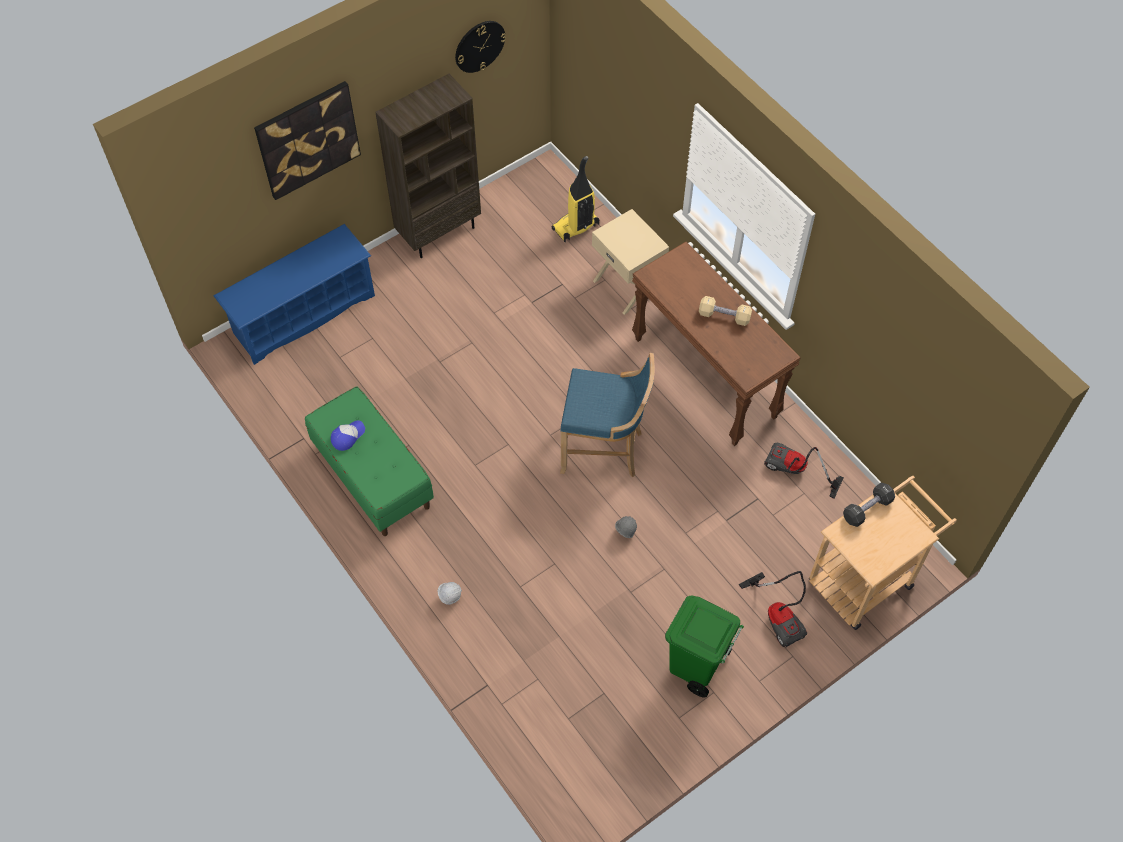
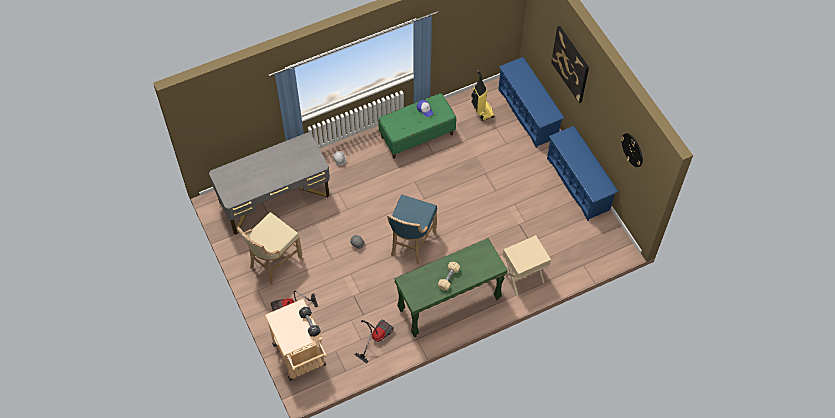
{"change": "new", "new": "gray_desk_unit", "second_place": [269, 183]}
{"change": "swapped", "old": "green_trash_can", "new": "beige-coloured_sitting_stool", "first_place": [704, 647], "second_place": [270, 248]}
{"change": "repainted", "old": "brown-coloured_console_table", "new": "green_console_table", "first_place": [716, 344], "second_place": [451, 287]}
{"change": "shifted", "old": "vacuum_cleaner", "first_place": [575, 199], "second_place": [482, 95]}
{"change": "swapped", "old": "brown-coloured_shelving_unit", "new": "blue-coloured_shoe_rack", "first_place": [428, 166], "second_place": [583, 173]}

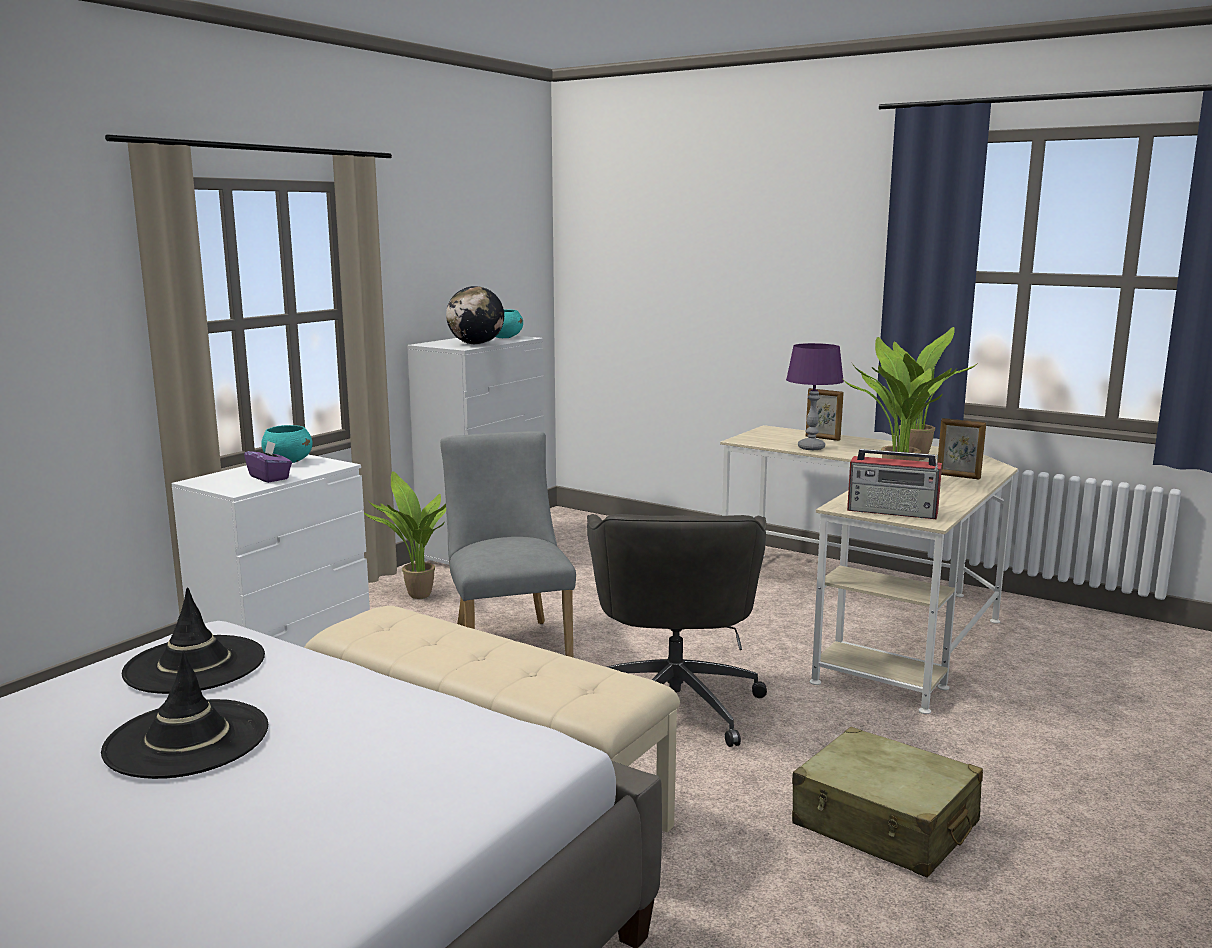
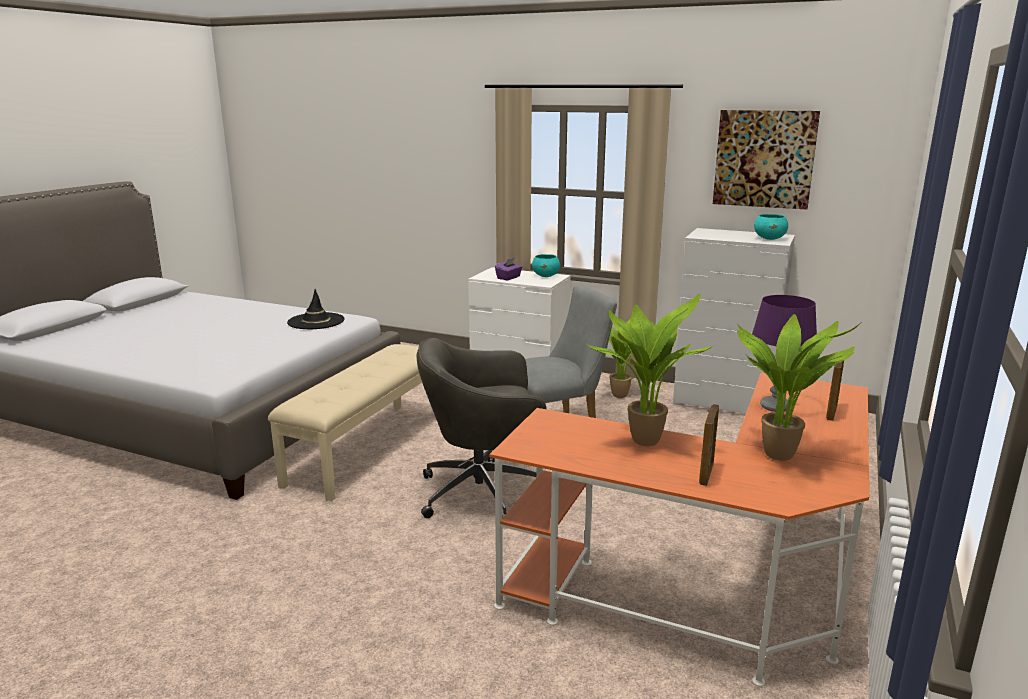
{"change": "repainted", "old": "beige-coloured_desk_unit", "new": "orange-coloured_desk_unit", "first_place": [869, 569], "second_place": [679, 529]}
{"change": "new", "new": "picture", "second_place": [766, 160]}
{"change": "gone", "old": "black-coloured_hat", "first_place": [184, 715]}
{"change": "gone", "old": "desk_globe", "first_place": [475, 315]}
{"change": "gone", "old": "beige-coloured_piece_of_luggage", "first_place": [887, 802]}
{"change": "gone", "old": "radio_receiver", "first_place": [894, 484]}

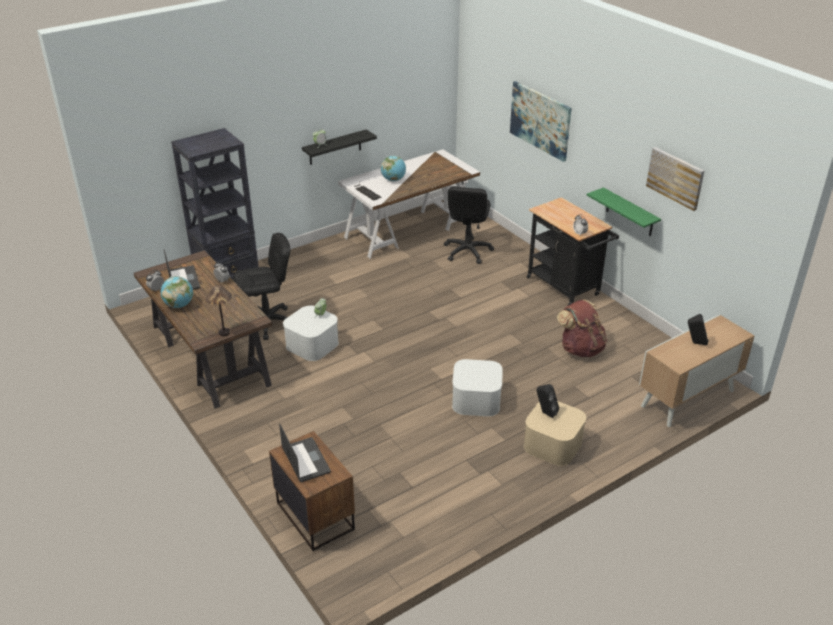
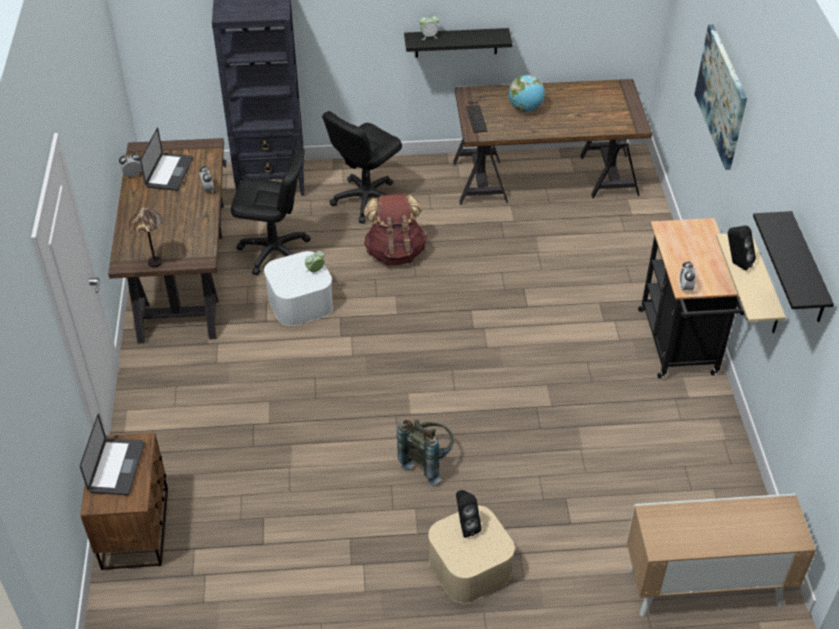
{"change": "shifted", "old": "black-coloured_desk_chair", "first_place": [469, 225], "second_place": [362, 167]}
{"change": "shifted", "old": "brown-coloured_knapsack", "first_place": [582, 328], "second_place": [395, 229]}
{"change": "swapped", "old": "white-coloured_storage_bin", "new": "gray_knapsack", "first_place": [477, 387], "second_place": [425, 452]}
{"change": "repainted", "old": "white-coloured_desk_unit", "new": "brown-coloured_desk_unit", "first_place": [409, 204], "second_place": [552, 142]}
{"change": "repainted", "old": "green_shelf", "new": "beige-coloured_shelf", "first_place": [624, 211], "second_place": [751, 283]}
{"change": "shifted", "old": "black-coloured_speaker", "first_place": [698, 329], "second_place": [742, 248]}
{"change": "swapped", "old": "picture", "new": "black-coloured_shelf", "first_place": [675, 179], "second_place": [793, 266]}
{"change": "gone", "old": "desk_globe", "first_place": [177, 292]}

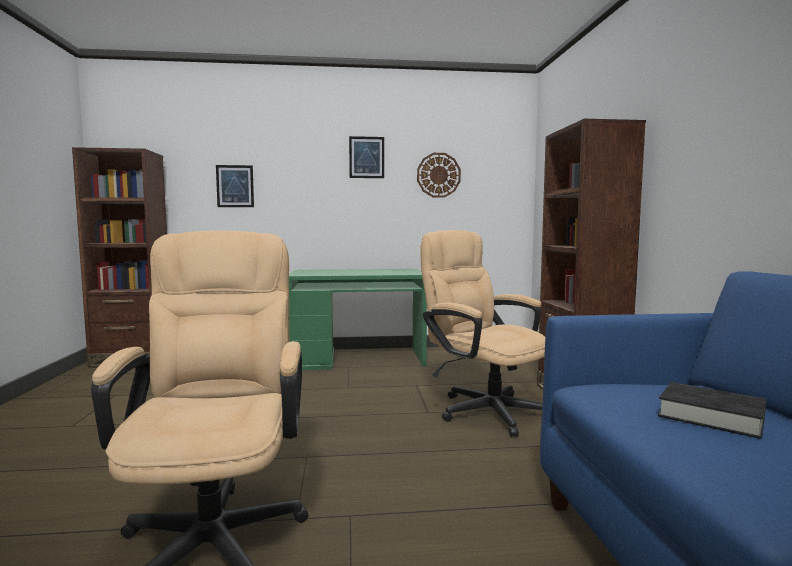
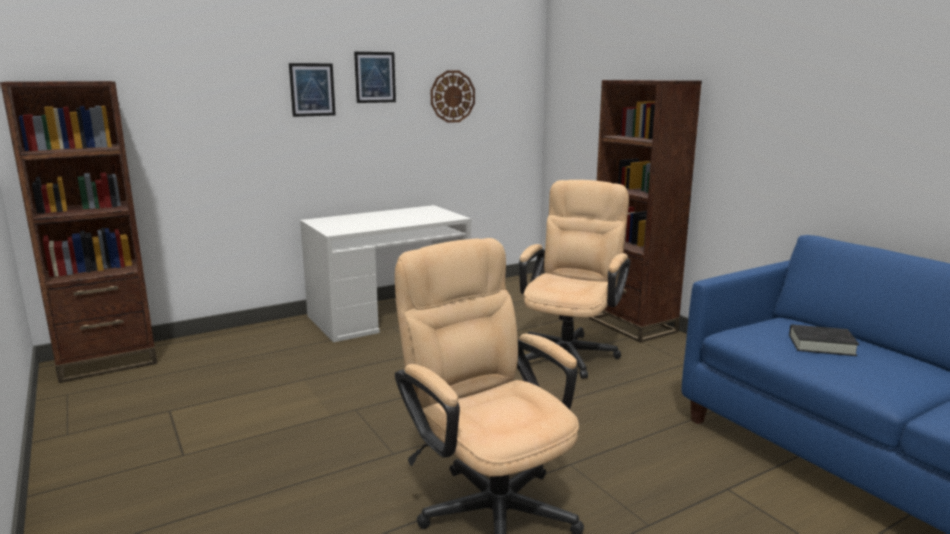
{"change": "shifted", "old": "picture", "first_place": [235, 186], "second_place": [312, 90]}
{"change": "repainted", "old": "green_desk_unit", "new": "white-coloured_desk_unit", "first_place": [358, 319], "second_place": [385, 273]}
{"change": "rotated", "old": "beige-coloured_desk_chair", "first_place": [482, 333], "second_place": [575, 279], "degrees": 90}

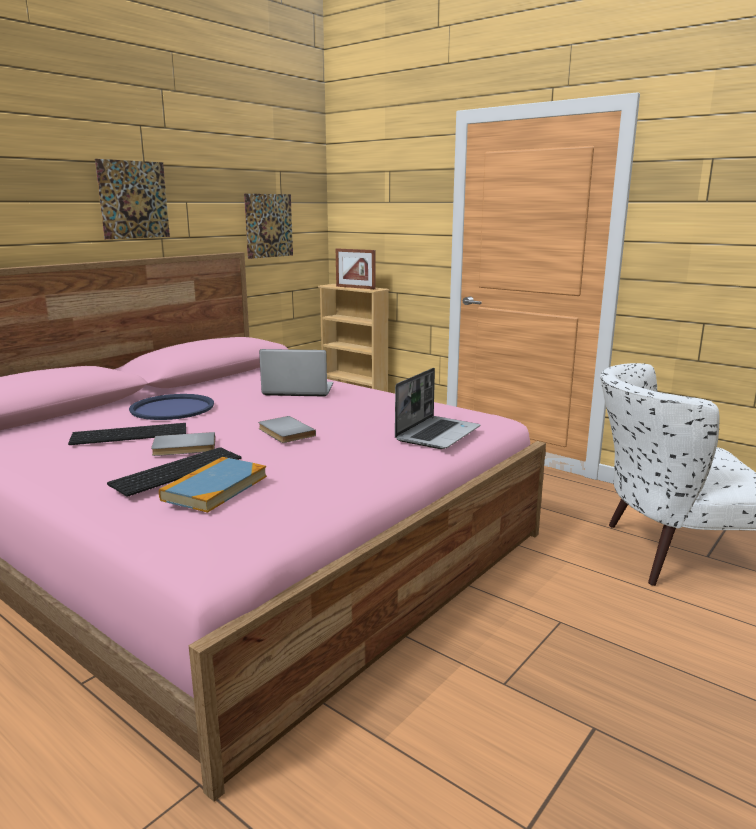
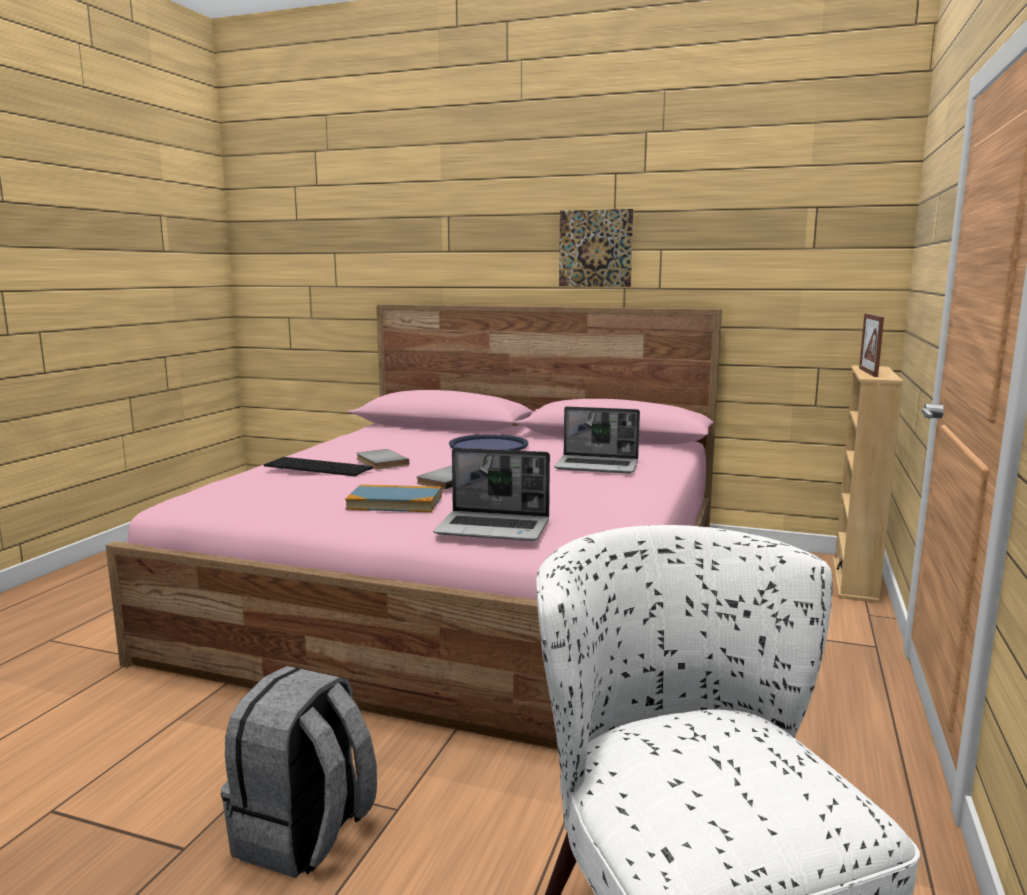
{"change": "new", "new": "gray_knapsack", "second_place": [299, 772]}
{"change": "shifted", "old": "book", "first_place": [213, 485], "second_place": [393, 498]}
{"change": "rotated", "old": "notebook_computer", "first_place": [296, 372], "second_place": [597, 440], "degrees": 120}
{"change": "gone", "old": "PC_keyboard", "first_place": [127, 434]}
{"change": "gone", "old": "picture", "first_place": [268, 226]}

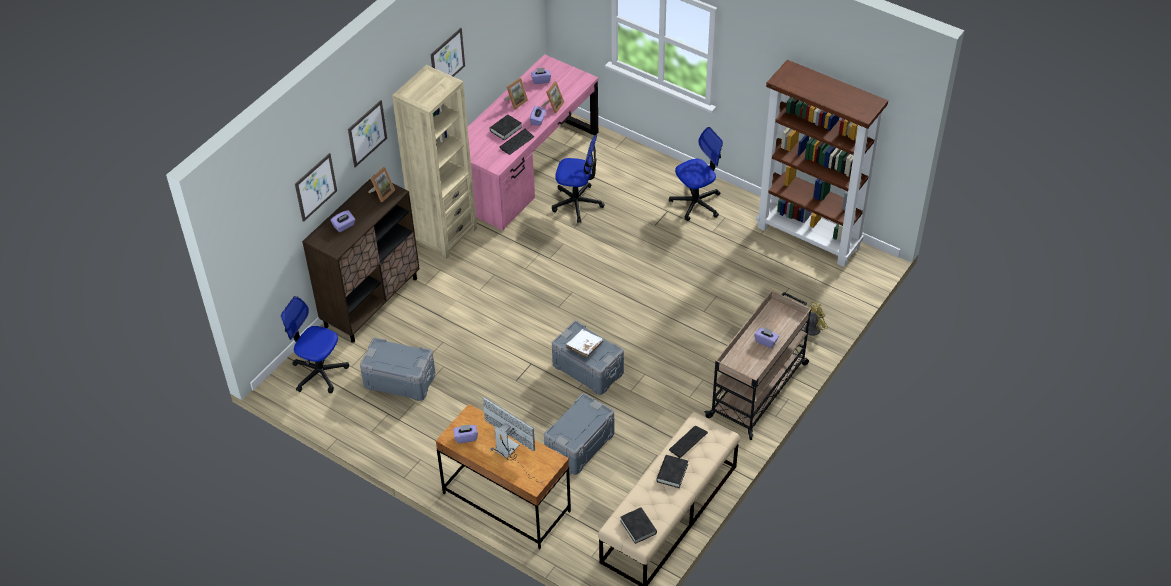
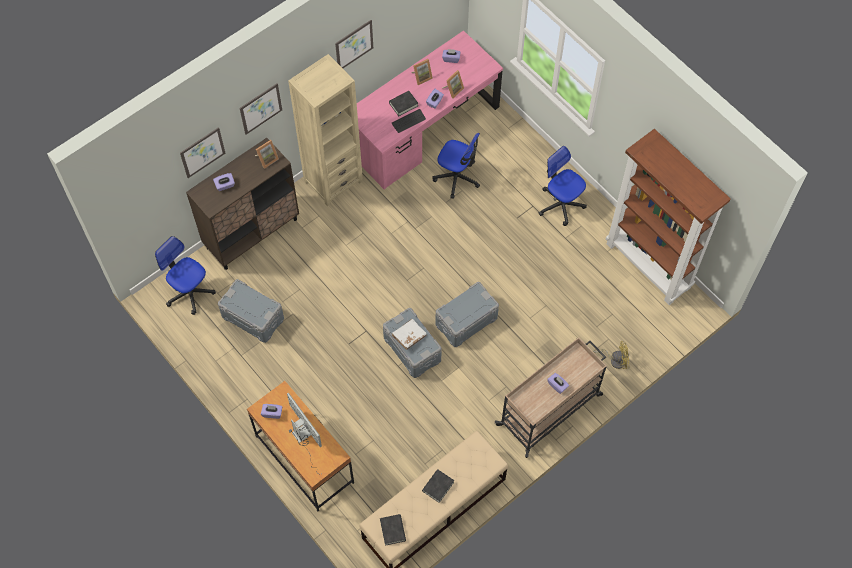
{"change": "shifted", "old": "gray_storage_bin", "first_place": [579, 434], "second_place": [467, 314]}
{"change": "rotated", "old": "desk_chair", "first_place": [696, 174], "second_place": [563, 186], "degrees": -120}
{"change": "gone", "old": "PC_keyboard", "first_place": [688, 442]}

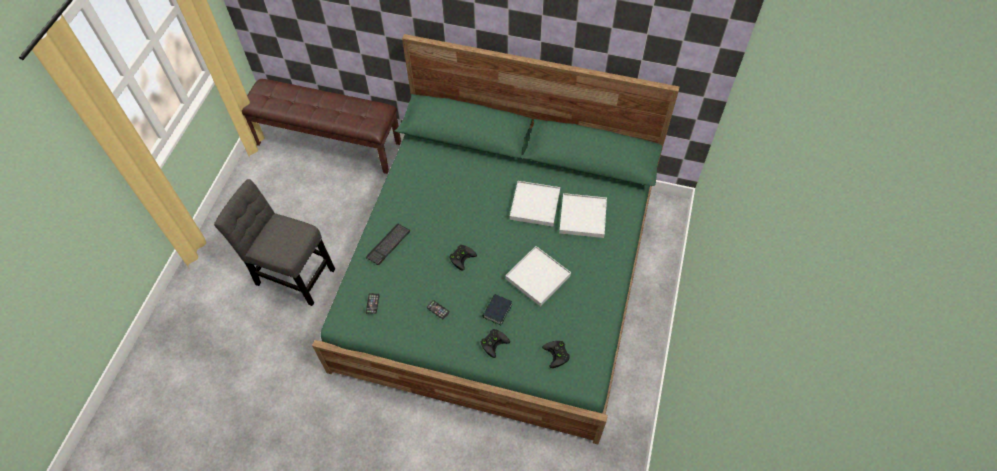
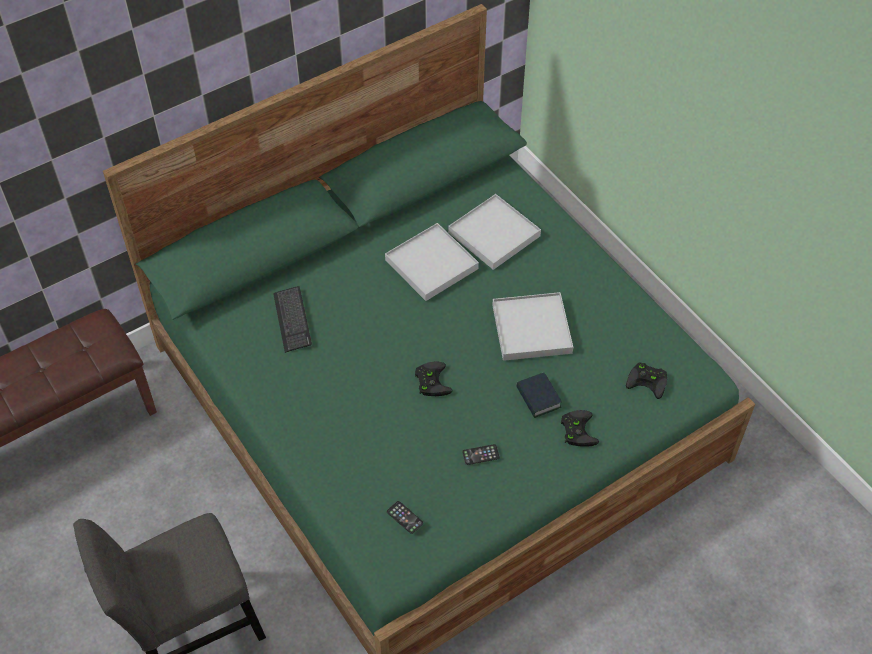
{"change": "shifted", "old": "PC_keyboard", "first_place": [387, 244], "second_place": [292, 319]}

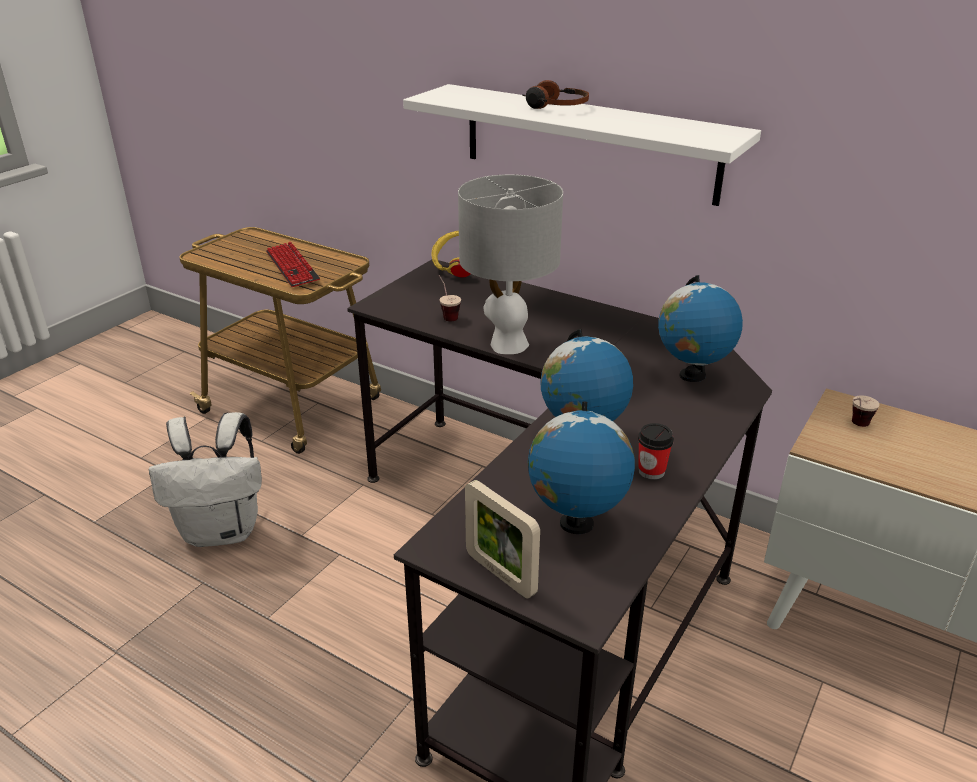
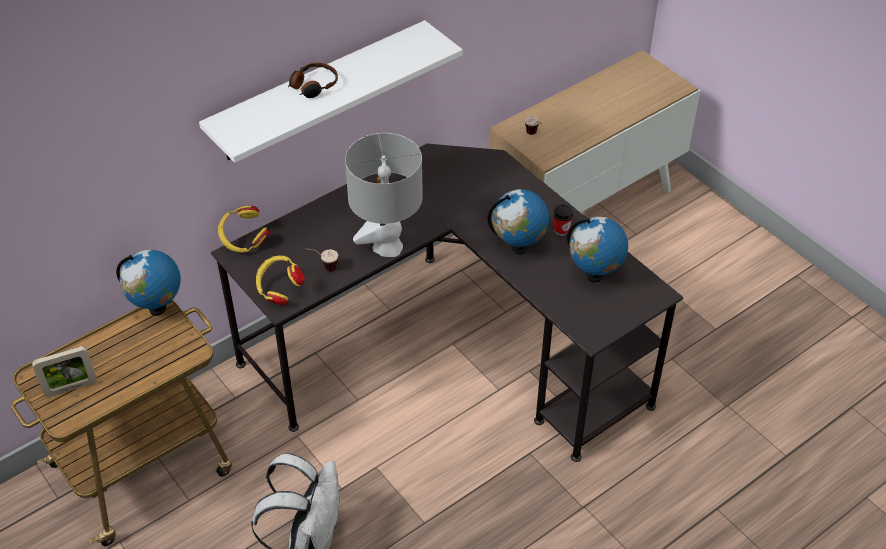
{"change": "shifted", "old": "picture_frame", "first_place": [502, 539], "second_place": [64, 371]}
{"change": "shifted", "old": "desk_globe", "first_place": [700, 328], "second_place": [148, 283]}
{"change": "new", "new": "yellow-coloured_headphones", "second_place": [280, 281]}
{"change": "gone", "old": "PC_keyboard", "first_place": [293, 264]}

